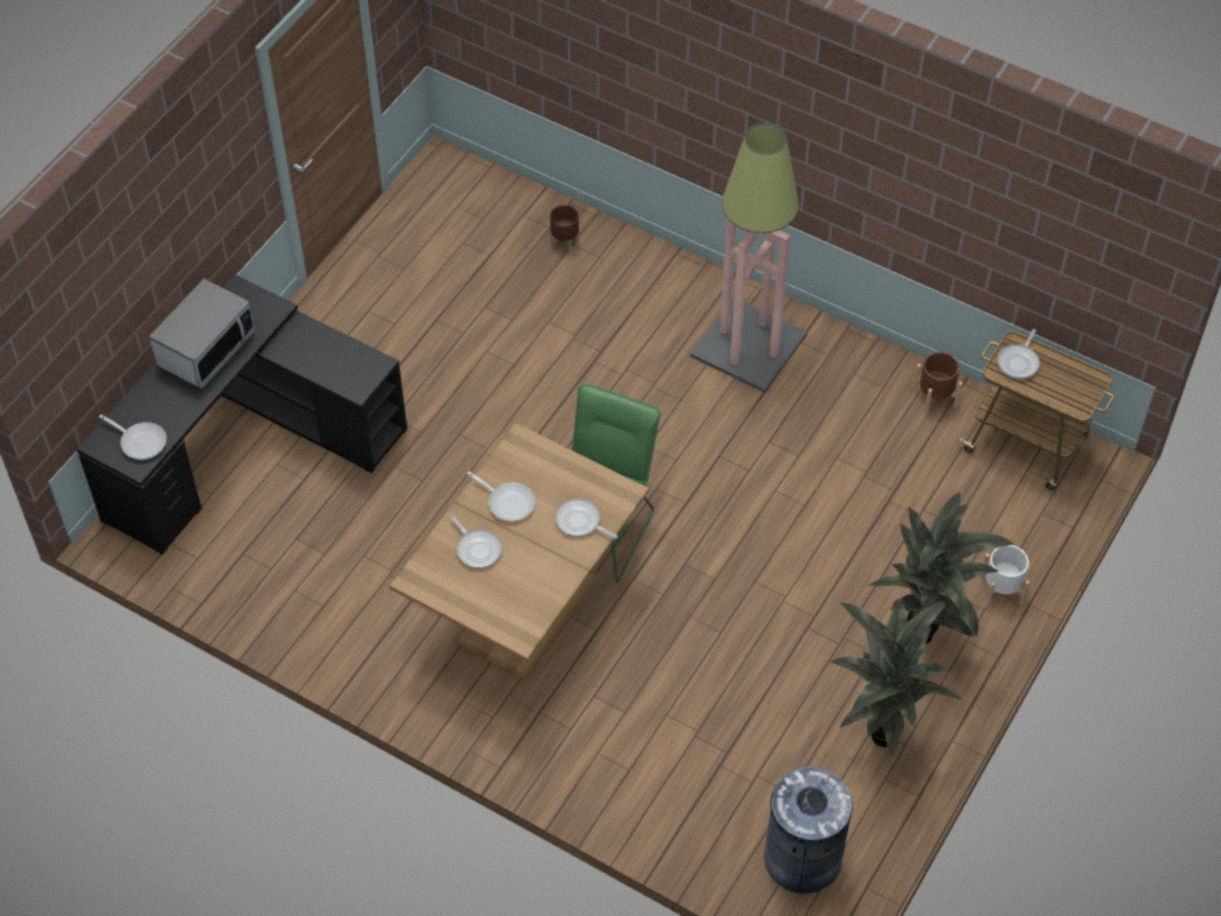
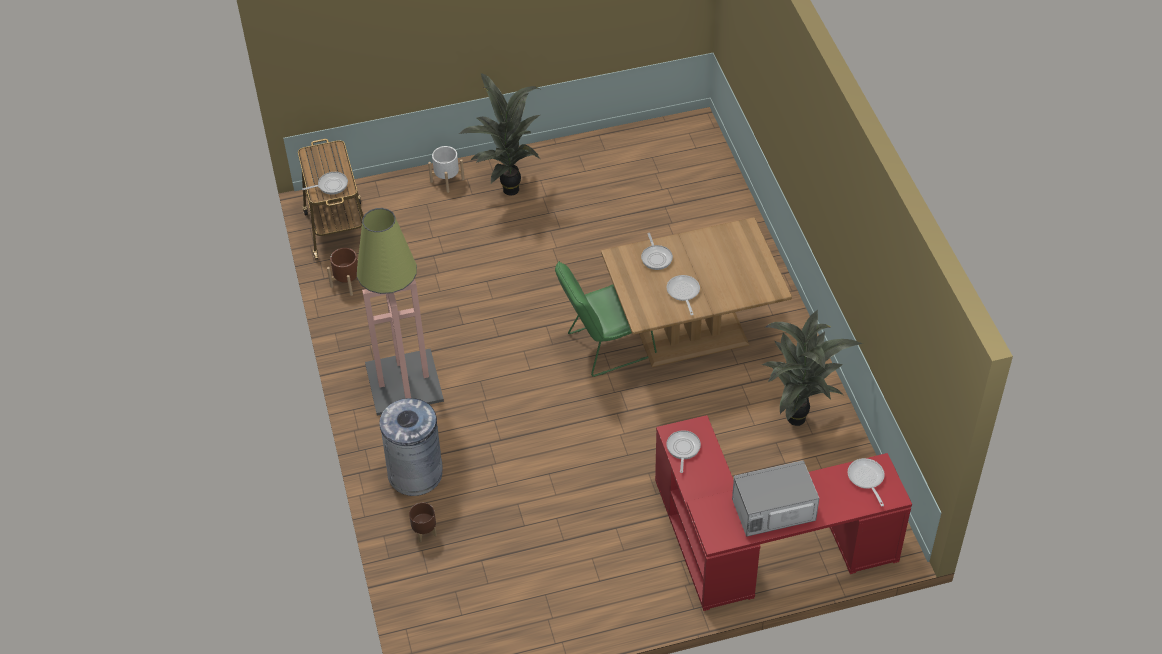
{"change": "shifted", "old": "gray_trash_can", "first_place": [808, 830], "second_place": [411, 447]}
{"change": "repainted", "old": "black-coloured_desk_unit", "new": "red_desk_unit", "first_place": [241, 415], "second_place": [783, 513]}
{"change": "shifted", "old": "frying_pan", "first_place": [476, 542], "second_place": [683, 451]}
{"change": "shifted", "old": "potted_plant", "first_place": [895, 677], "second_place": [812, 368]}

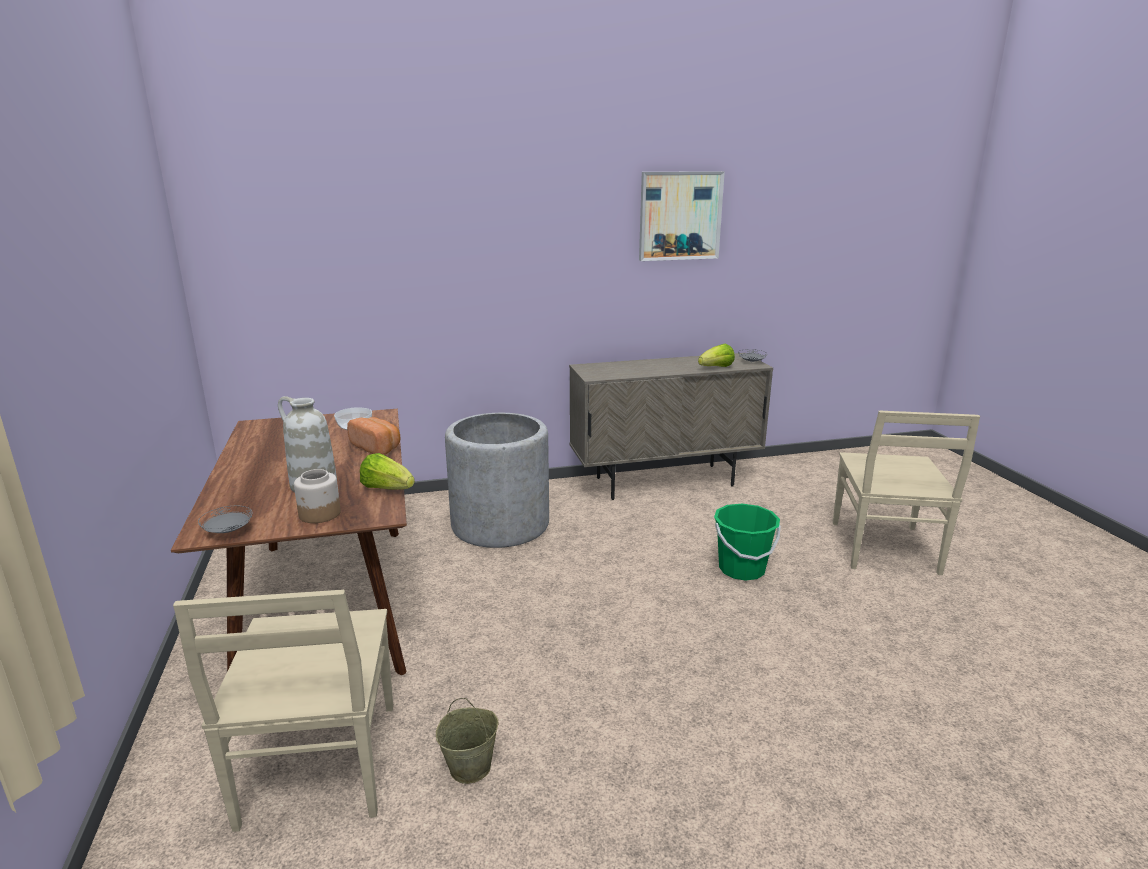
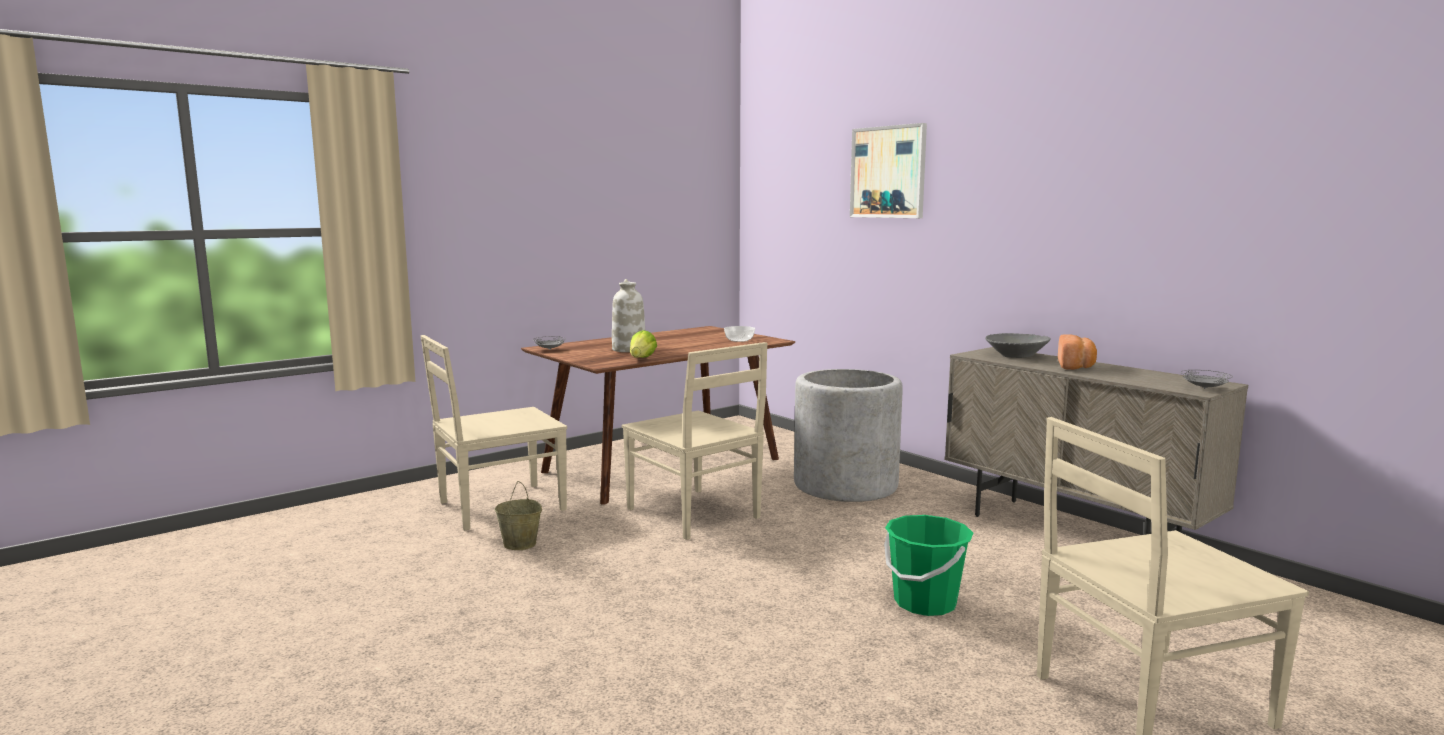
{"change": "new", "new": "beige-coloured_upright_chair", "second_place": [695, 441]}
{"change": "shifted", "old": "picture", "first_place": [682, 216], "second_place": [888, 170]}
{"change": "new", "new": "gray_bowl", "second_place": [1018, 345]}
{"change": "shifted", "old": "bakery_bread", "first_place": [373, 436], "second_place": [1077, 352]}
{"change": "gone", "old": "preserve_jar", "first_place": [317, 496]}
{"change": "gone", "old": "lettuce", "first_place": [716, 355]}

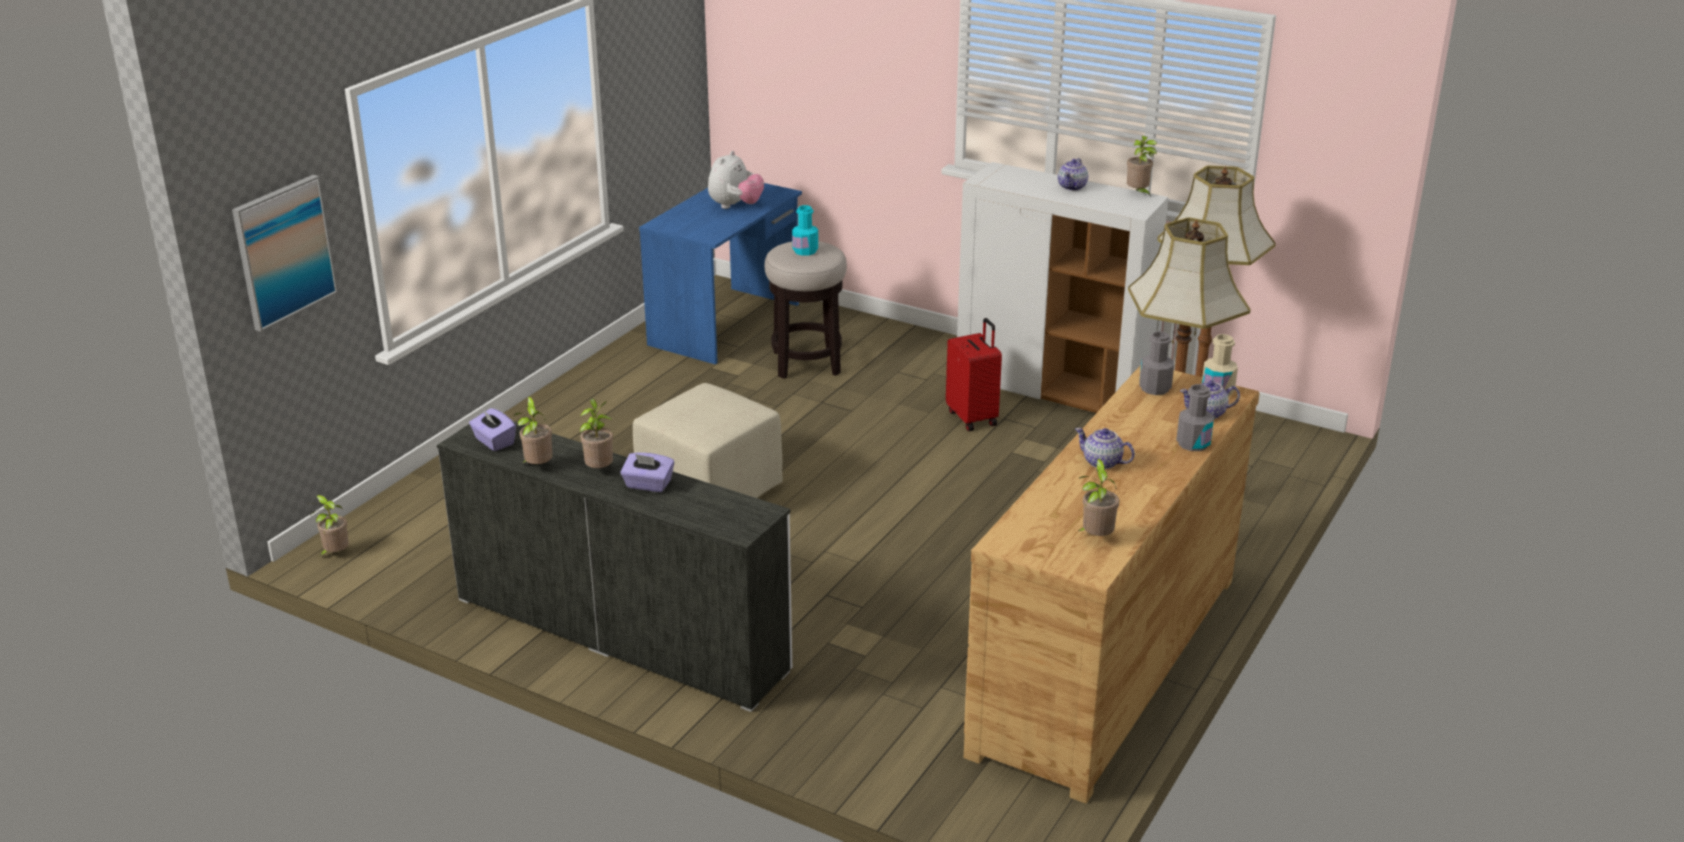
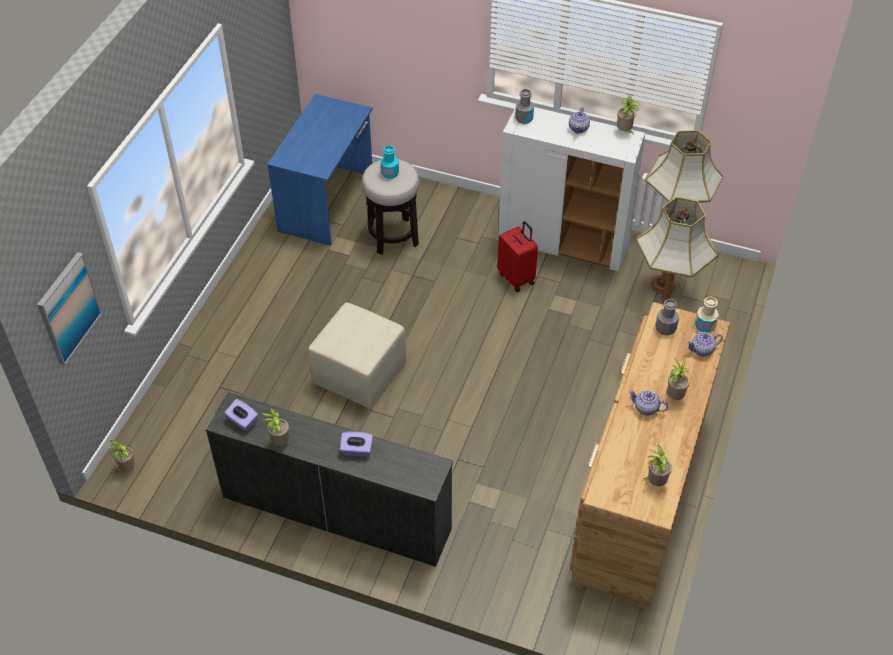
{"change": "shifted", "old": "gray_drink_bottle", "first_place": [1195, 417], "second_place": [524, 106]}
{"change": "shifted", "old": "potted_plant", "first_place": [596, 433], "second_place": [678, 379]}
{"change": "gone", "old": "soft_toy", "first_place": [736, 180]}

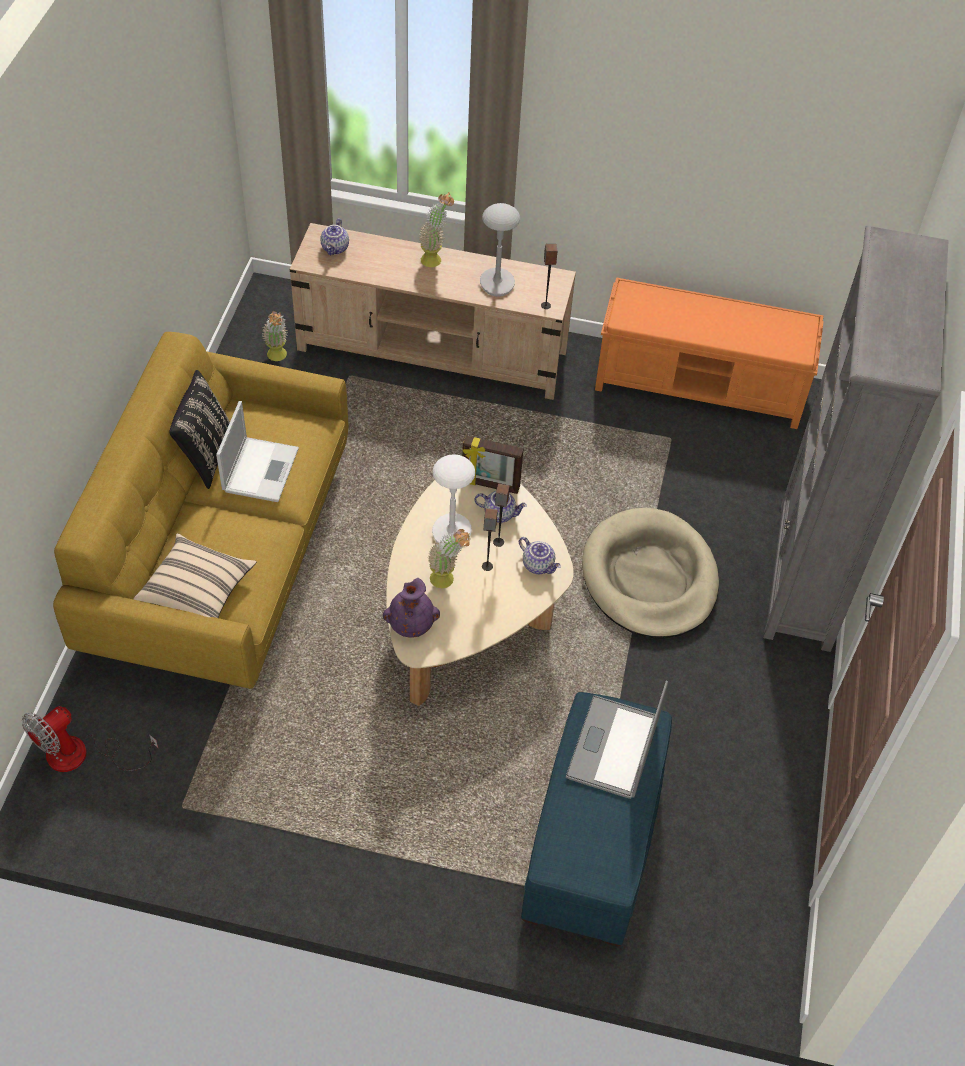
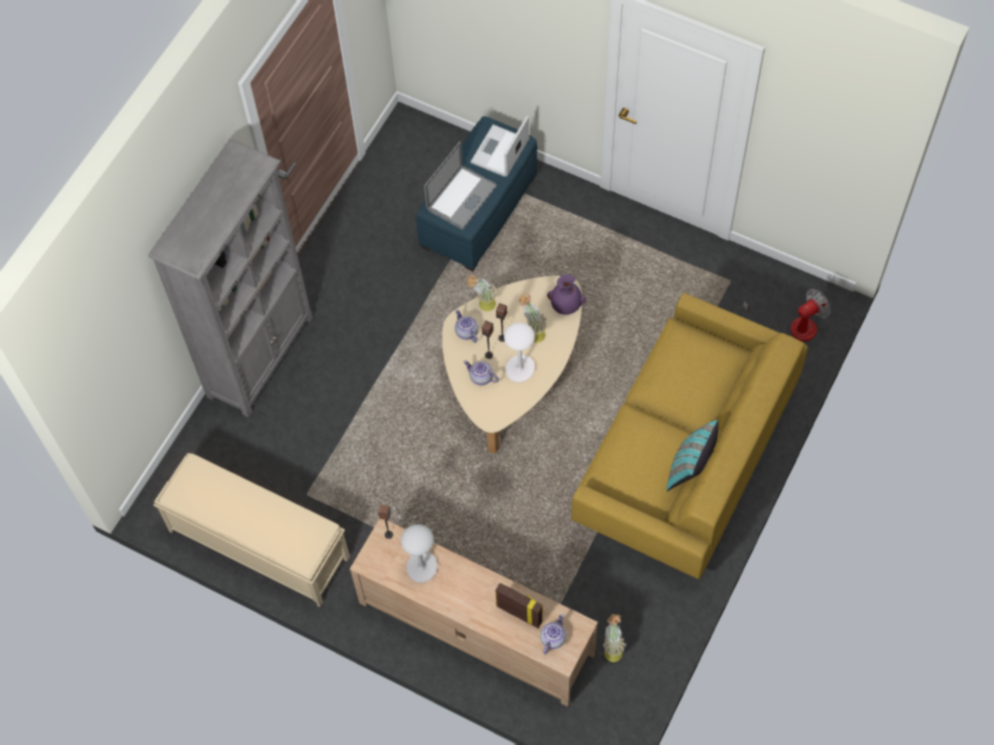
{"change": "repainted", "old": "orange-coloured_bench", "new": "beige-coloured_bench", "first_place": [709, 353], "second_place": [252, 530]}
{"change": "shifted", "old": "potted_plant", "first_place": [436, 229], "second_place": [481, 292]}
{"change": "shifted", "old": "notebook_computer", "first_place": [257, 451], "second_place": [500, 146]}
{"change": "shifted", "old": "picture_frame", "first_place": [492, 465], "second_place": [519, 605]}
{"change": "repainted", "old": "black-coloured_pillow", "new": "blue-green_pillow", "first_place": [199, 429], "second_place": [692, 455]}
{"change": "gone", "old": "beige-coloured_pillow", "first_place": [194, 576]}
{"change": "gone", "old": "beige-coloured_pet_bed", "first_place": [650, 573]}

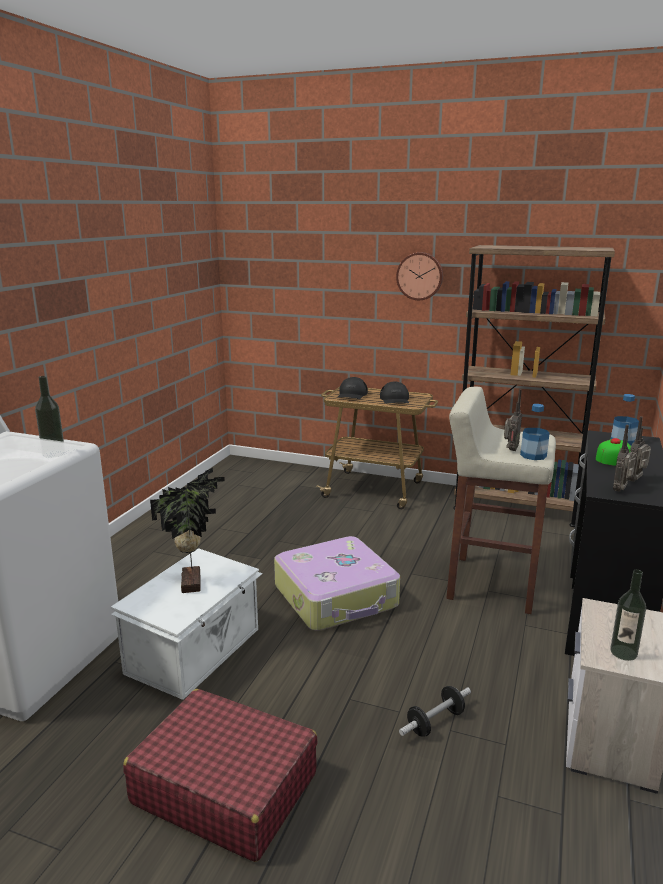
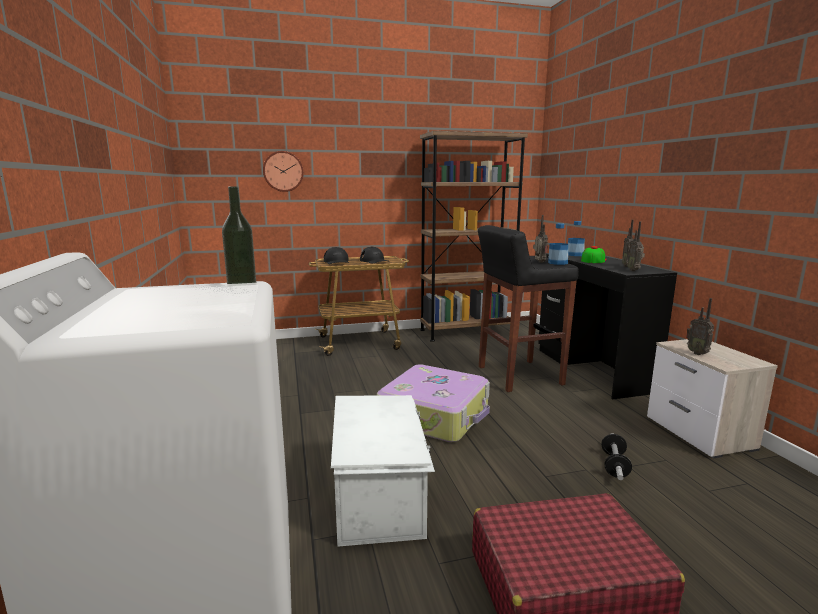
{"change": "shifted", "old": "hanging_clock", "first_place": [419, 276], "second_place": [283, 171]}
{"change": "repainted", "old": "beige-coloured_sitting_stool", "new": "black-coloured_sitting_stool", "first_place": [501, 500], "second_place": [528, 308]}
{"change": "new", "new": "radio_receiver", "second_place": [700, 326]}
{"change": "gone", "old": "potted_plant", "first_place": [187, 530]}
{"change": "gone", "old": "drink_bottle", "first_place": [628, 615]}

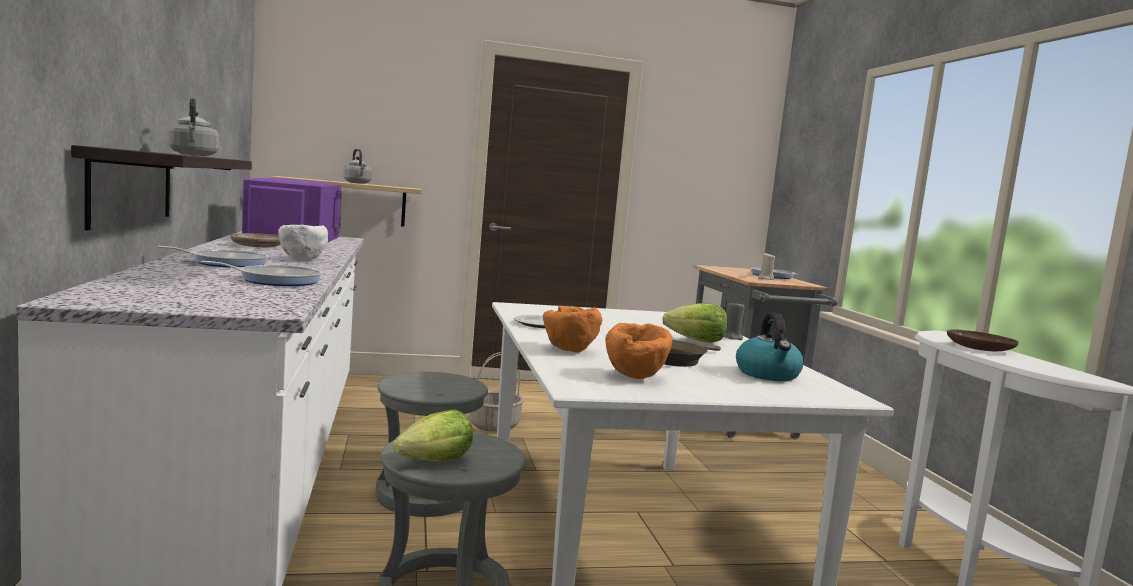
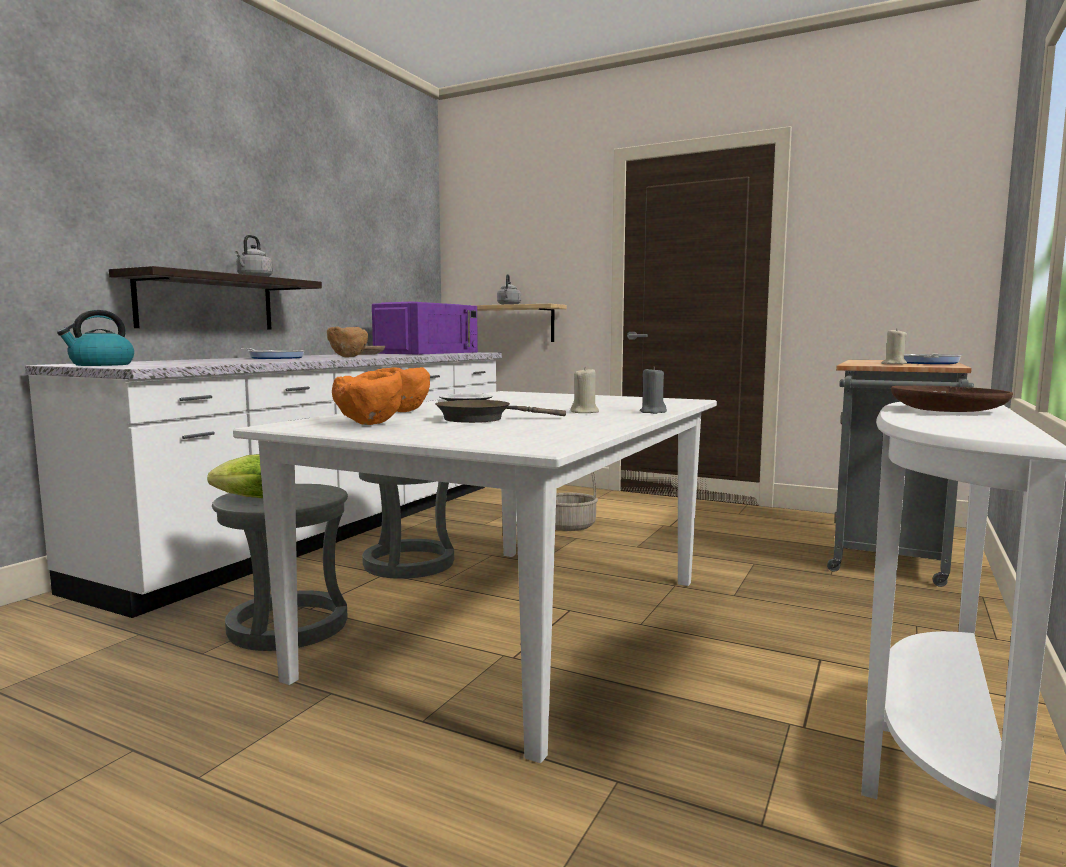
{"change": "shifted", "old": "water_kettle", "first_place": [770, 347], "second_place": [95, 338]}
{"change": "repainted", "old": "white-coloured_bowl", "new": "brown-coloured_bowl", "first_place": [303, 243], "second_place": [347, 342]}
{"change": "swapped", "old": "lettuce", "new": "beige-coloured_candle", "first_place": [695, 323], "second_place": [585, 390]}
{"change": "gone", "old": "frying_pan", "first_place": [261, 273]}

